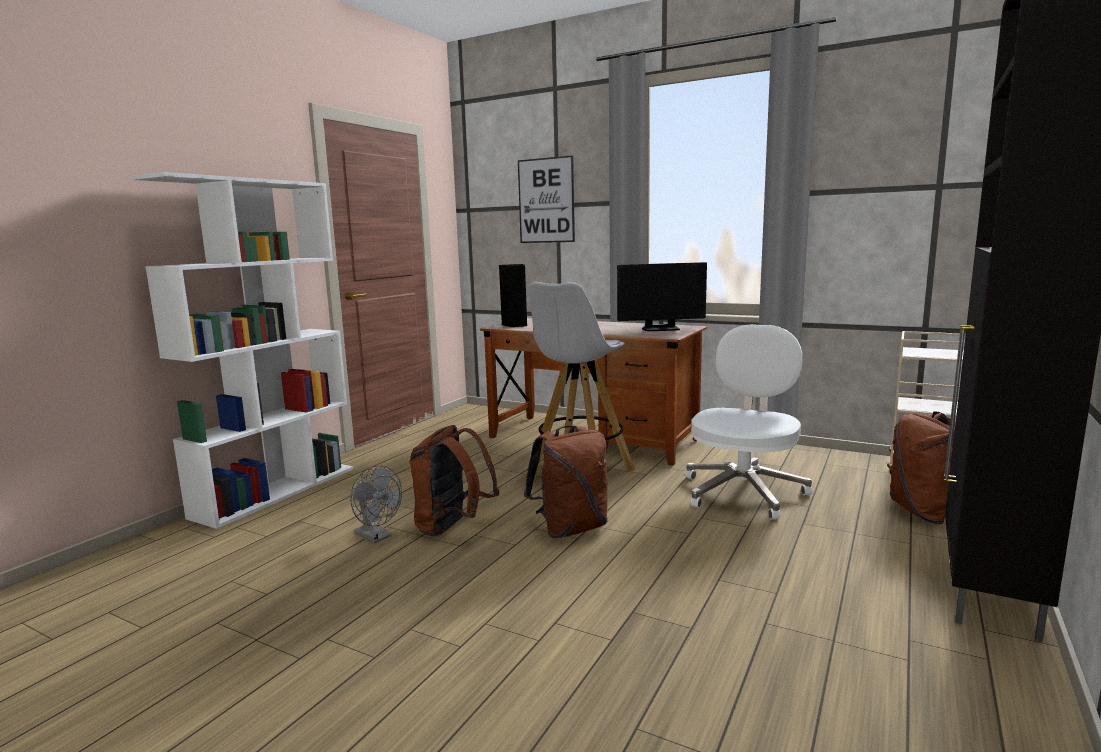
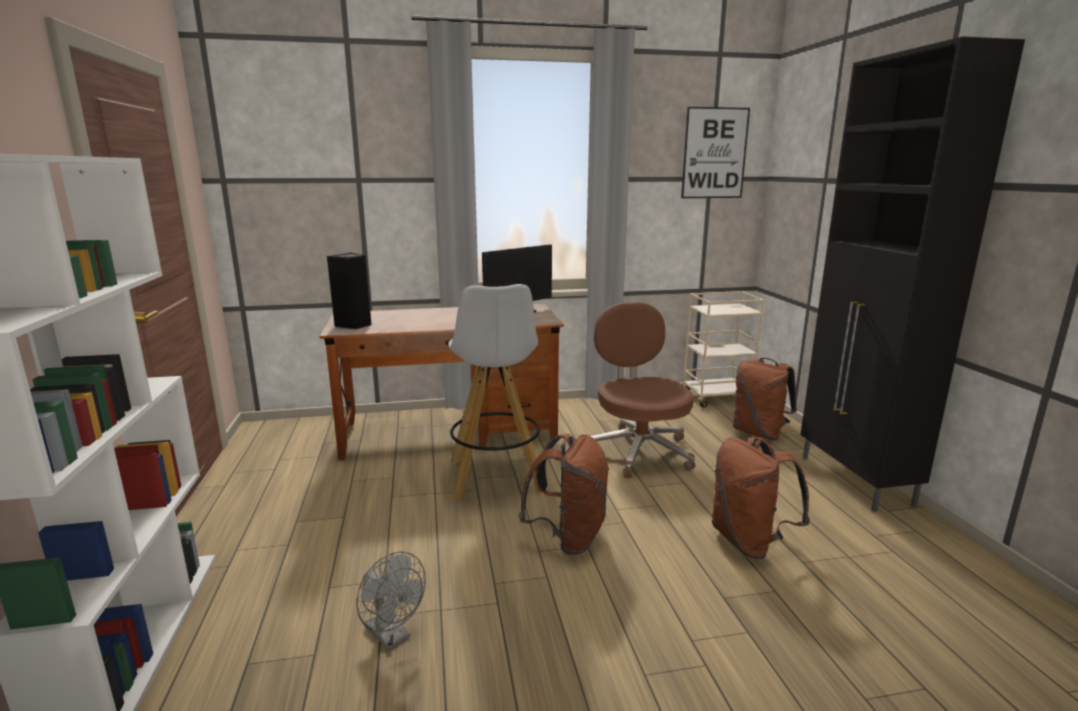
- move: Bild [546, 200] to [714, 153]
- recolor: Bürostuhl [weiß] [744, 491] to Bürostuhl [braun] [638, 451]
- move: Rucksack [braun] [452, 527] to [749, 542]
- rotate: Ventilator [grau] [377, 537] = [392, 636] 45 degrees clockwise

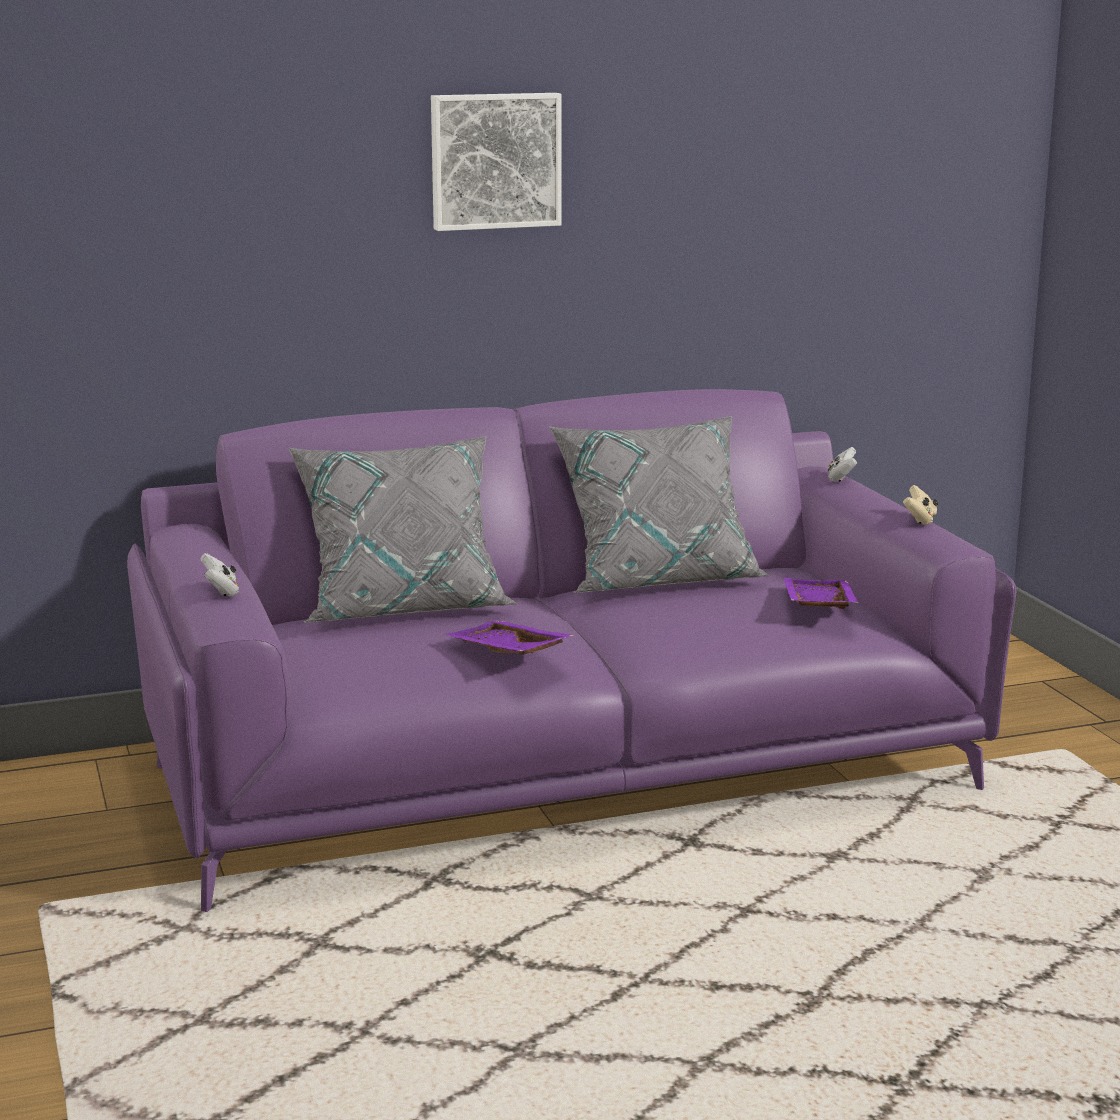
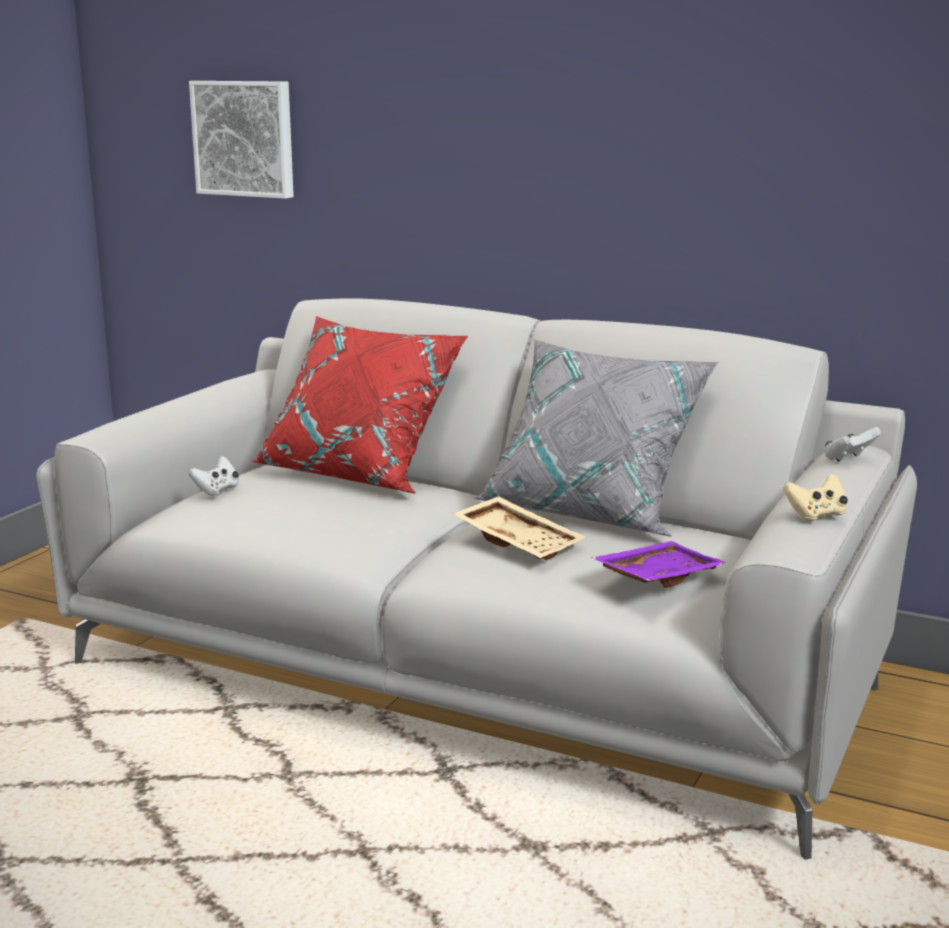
- move: Bild [495, 160] to [245, 138]
- recolor: Sofa [lila] [562, 771] to Sofa [grau] [478, 670]
- recolor: Kissen [grau] [403, 606] to Kissen [rot] [359, 473]
- move: Gamepad [weiß] [221, 592] to [216, 490]
- delete: Tablett [lila] [506, 653]
- insert: Tablett [beige] [520, 542]

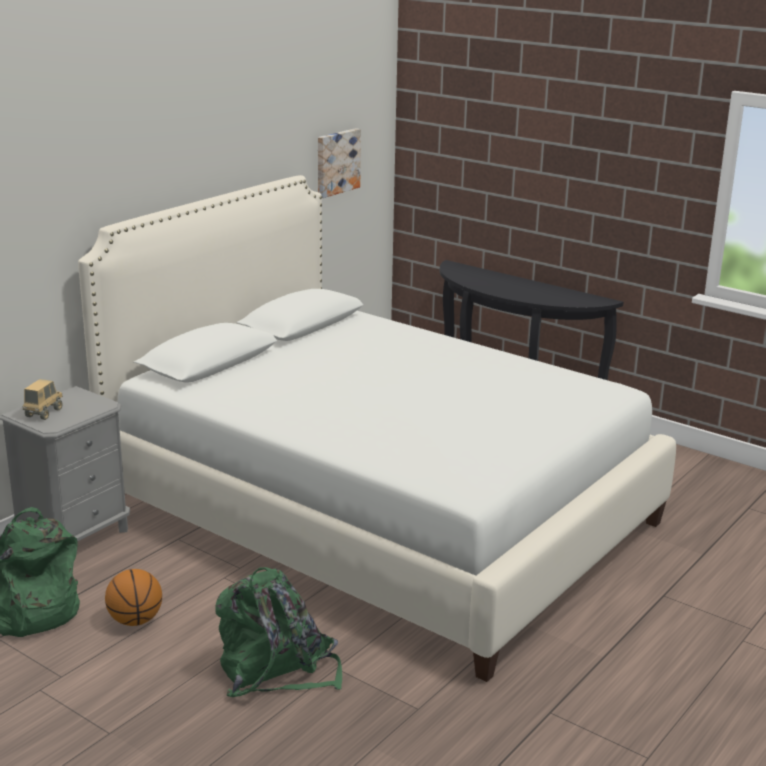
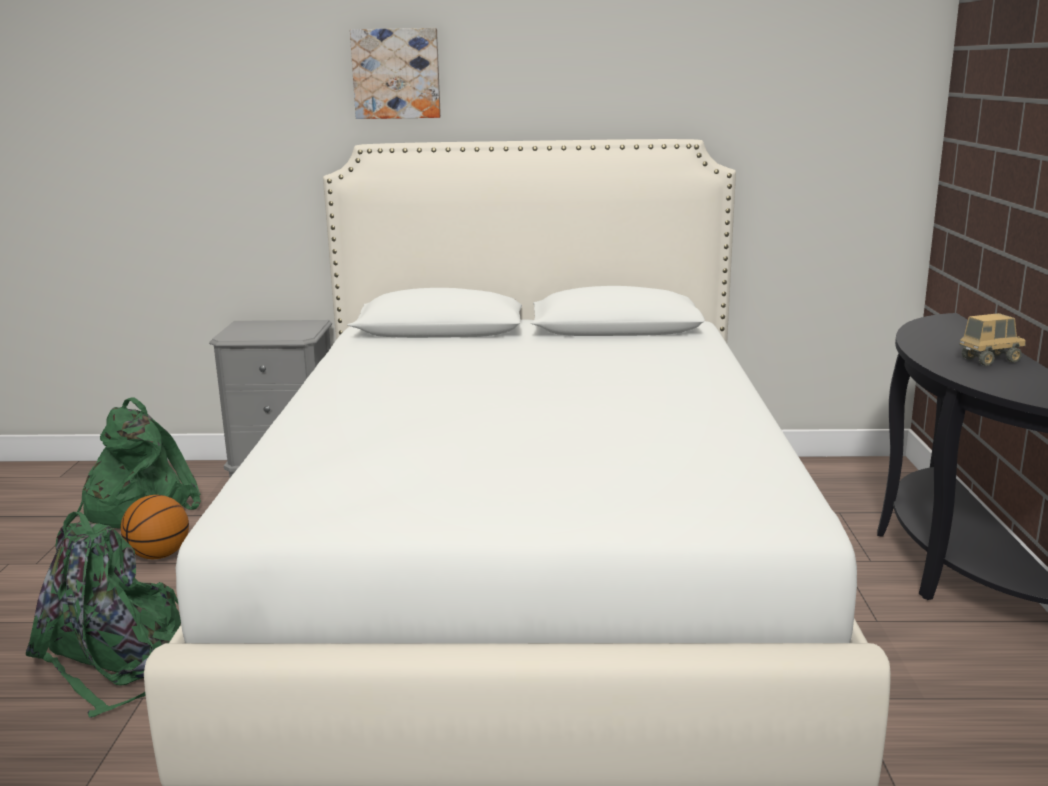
- move: Bild [336, 162] to [396, 74]
- move: Spielzeuglaster [44, 413] to [989, 360]

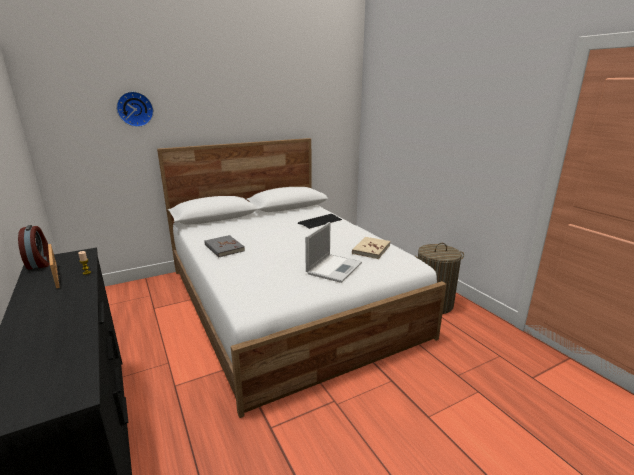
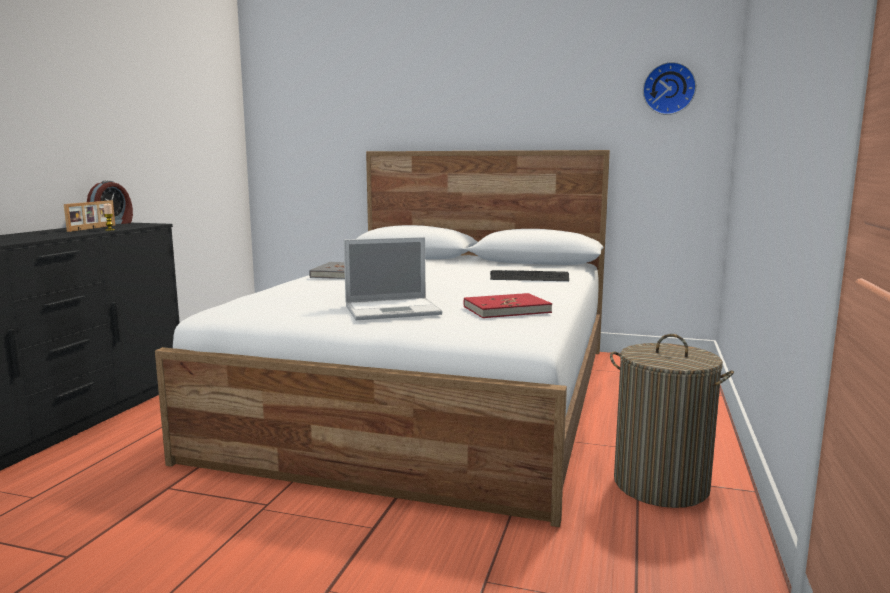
- move: Wanduhr [135, 109] to [669, 89]
- recolor: Buch [beige] [371, 249] to Buch [rot] [506, 309]

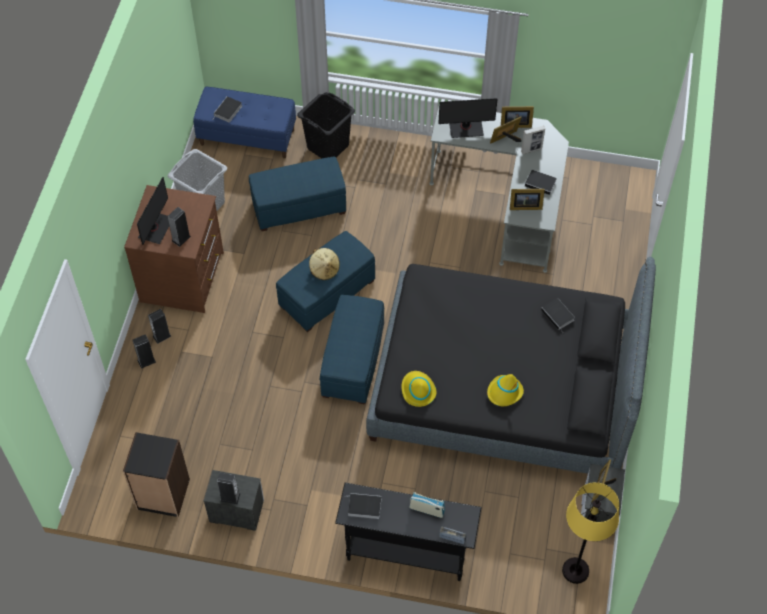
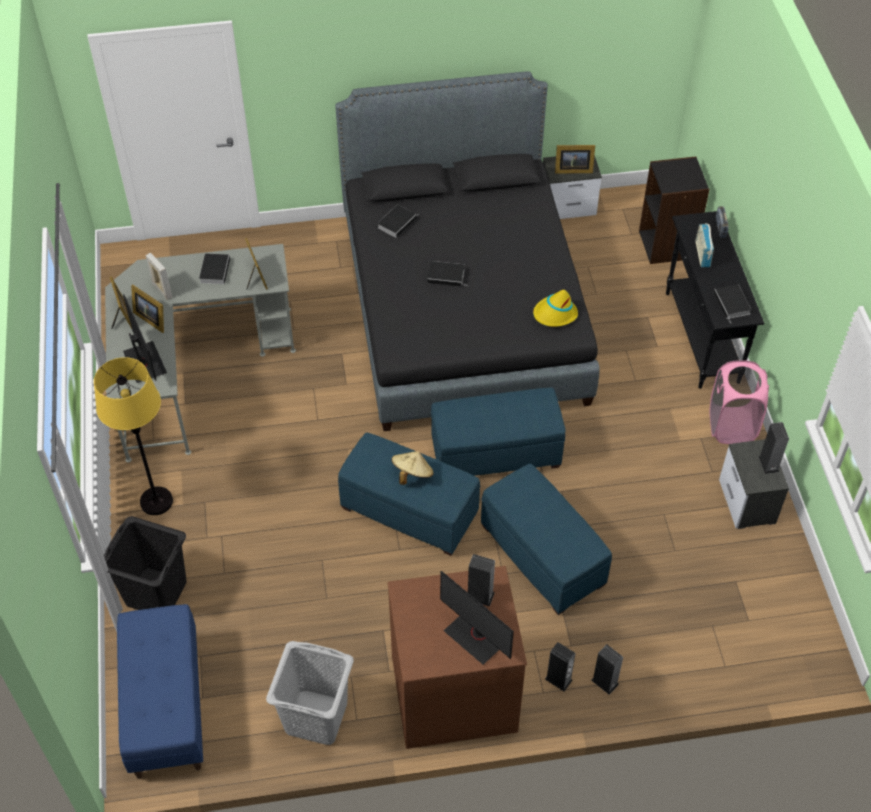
- move: Buch [228, 111] to [447, 276]
- move: Polsterhocker [blau] [299, 207] to [541, 556]
- rotate: Monitor [155, 228] = [476, 636] 135 degrees counterclockwise
- delete: Hut [gelb] [504, 392]
- move: Bücherregal [schwarz] [163, 495] to [667, 244]
- move: Stehlampe [gelb] [575, 570] to [156, 501]
- insert: Wäschekorb [rosa] [731, 425]

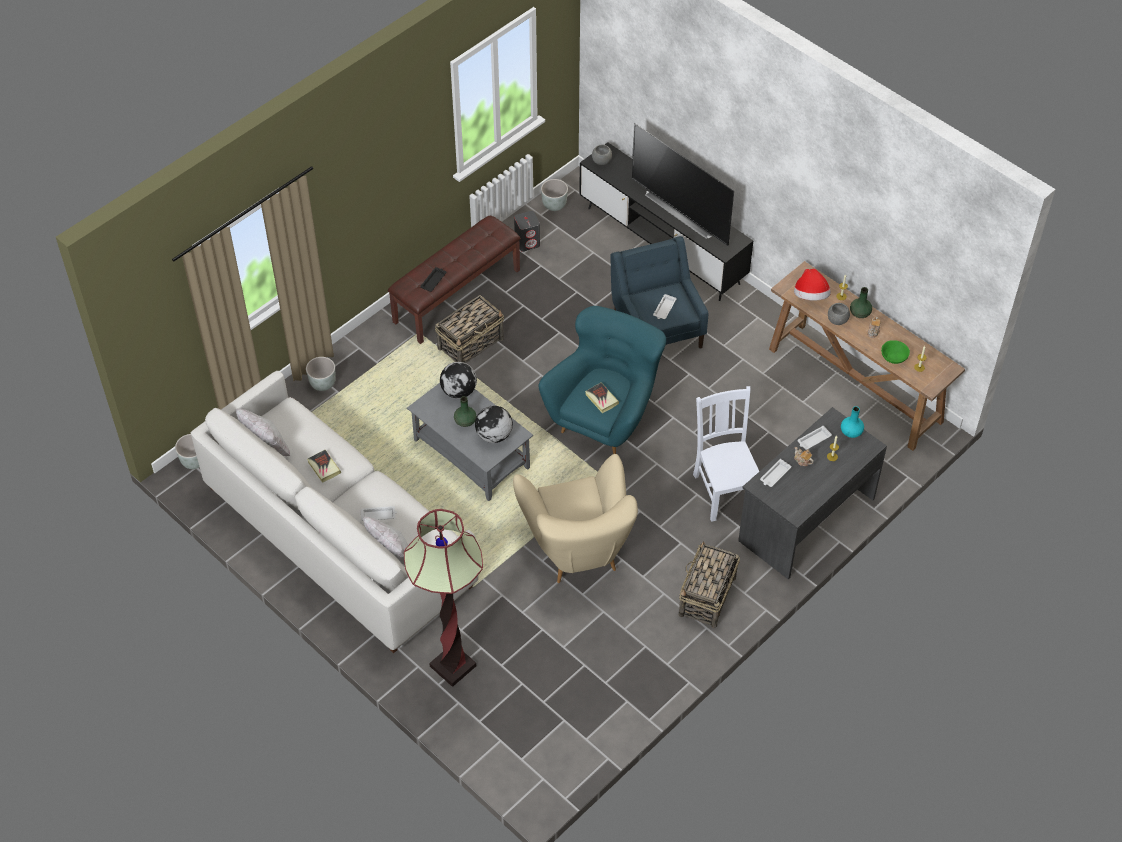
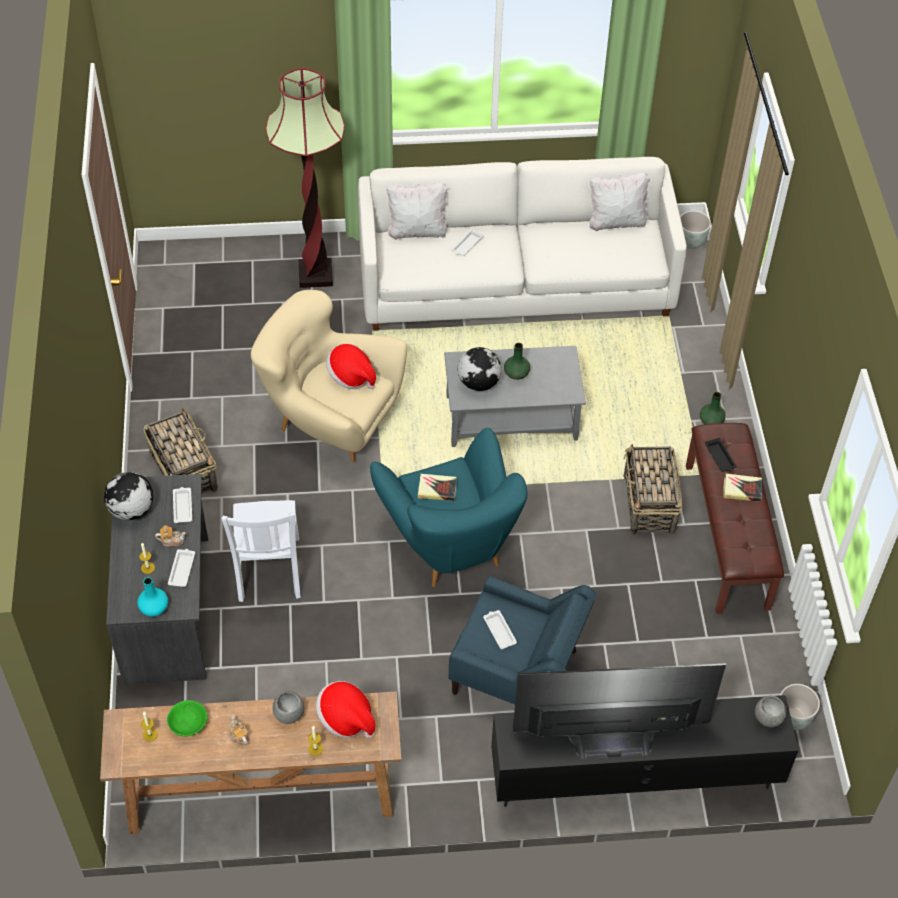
- delete: Lautsprecher [grau] [527, 242]
- move: Vase [grün] [859, 313] to [711, 421]
- delete: Pflanzkübel [grau] [322, 384]
- move: Globus [459, 391] to [131, 510]
- rotate: Stuhl [weiß] [724, 490] = [269, 571] 60 degrees clockwise
- move: Buch [324, 467] to [742, 489]
- insert: Hut [351, 376]

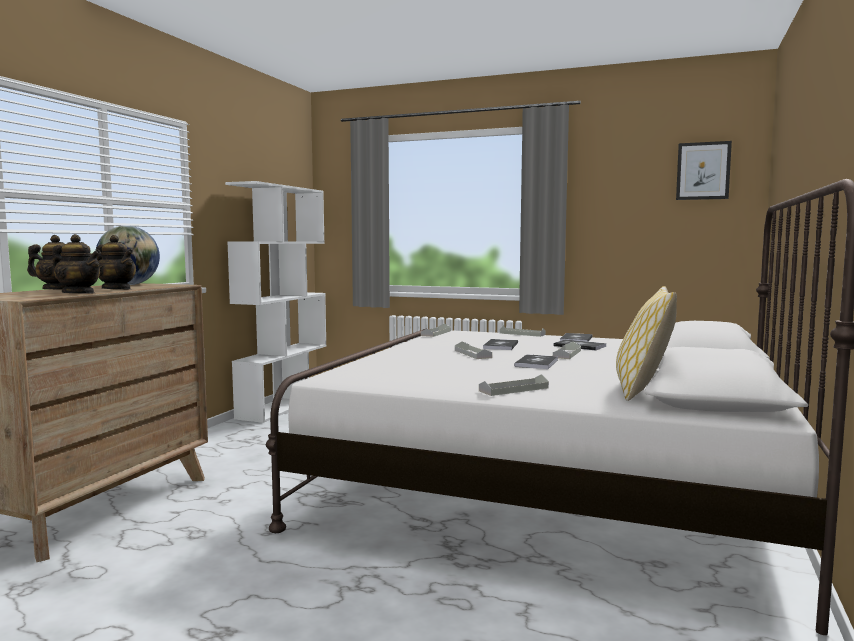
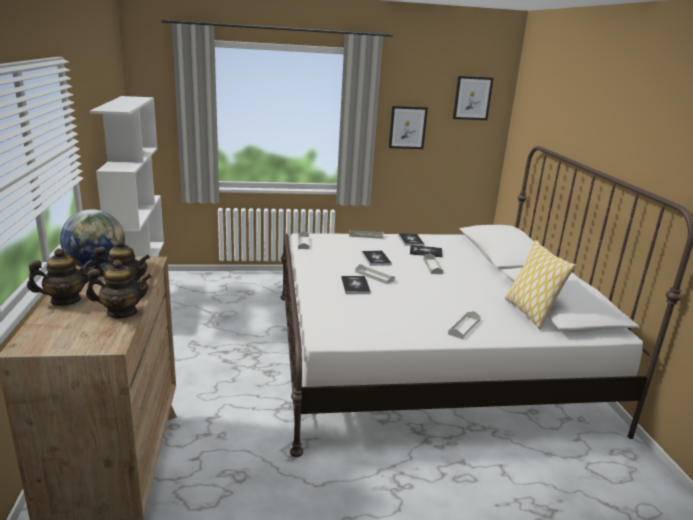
- move: Buch [536, 363] to [355, 286]
- insert: Bild [407, 127]

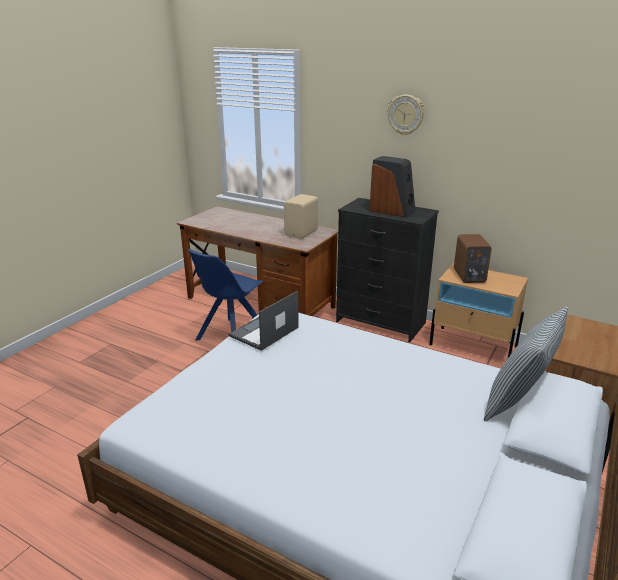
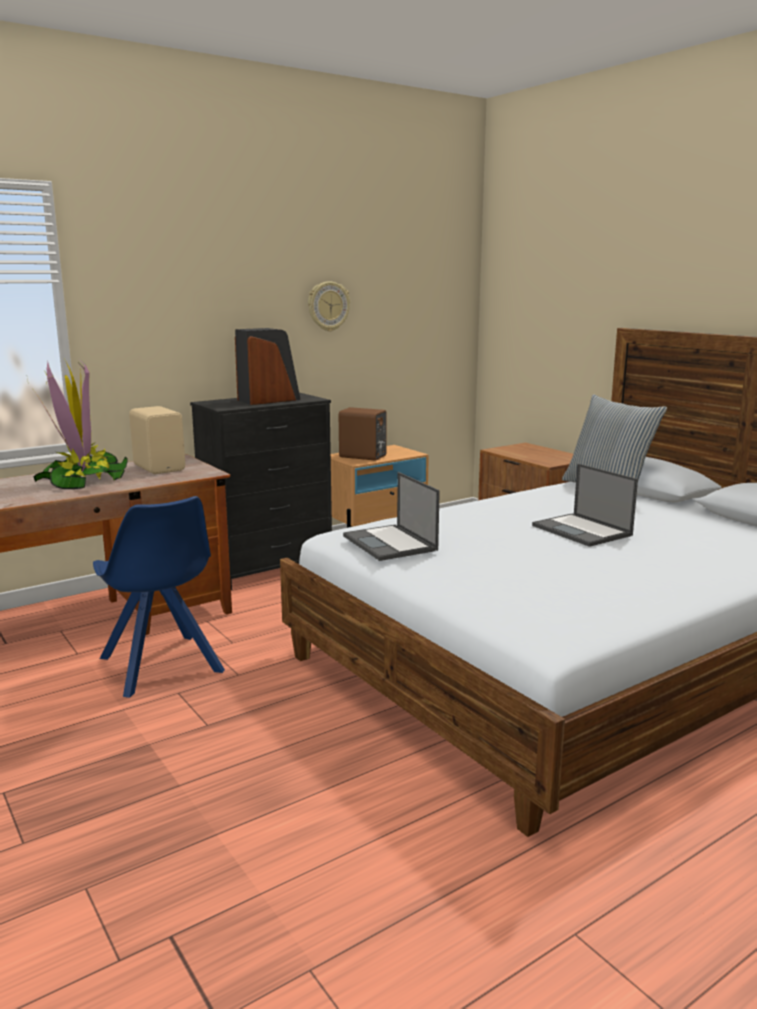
- move: Wanduhr [405, 114] to [328, 306]
- insert: Topfpflanze [82, 480]
- insert: Laptop [583, 531]

